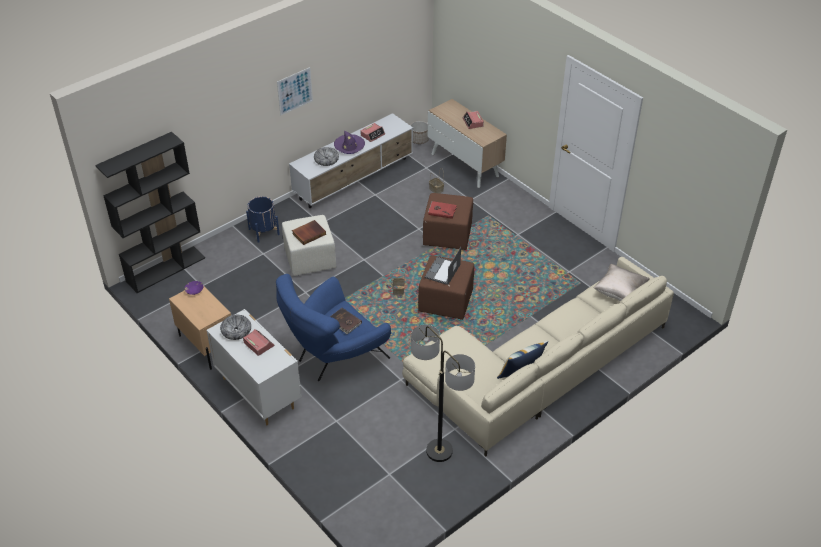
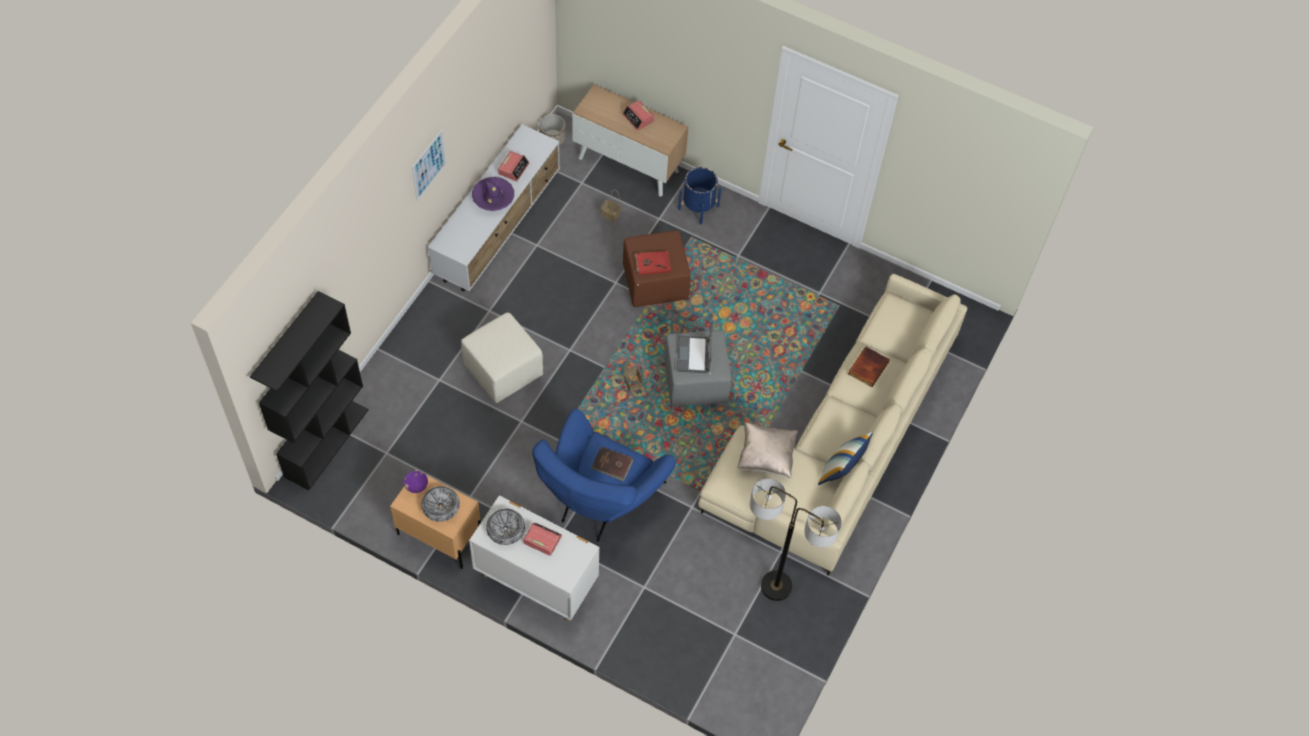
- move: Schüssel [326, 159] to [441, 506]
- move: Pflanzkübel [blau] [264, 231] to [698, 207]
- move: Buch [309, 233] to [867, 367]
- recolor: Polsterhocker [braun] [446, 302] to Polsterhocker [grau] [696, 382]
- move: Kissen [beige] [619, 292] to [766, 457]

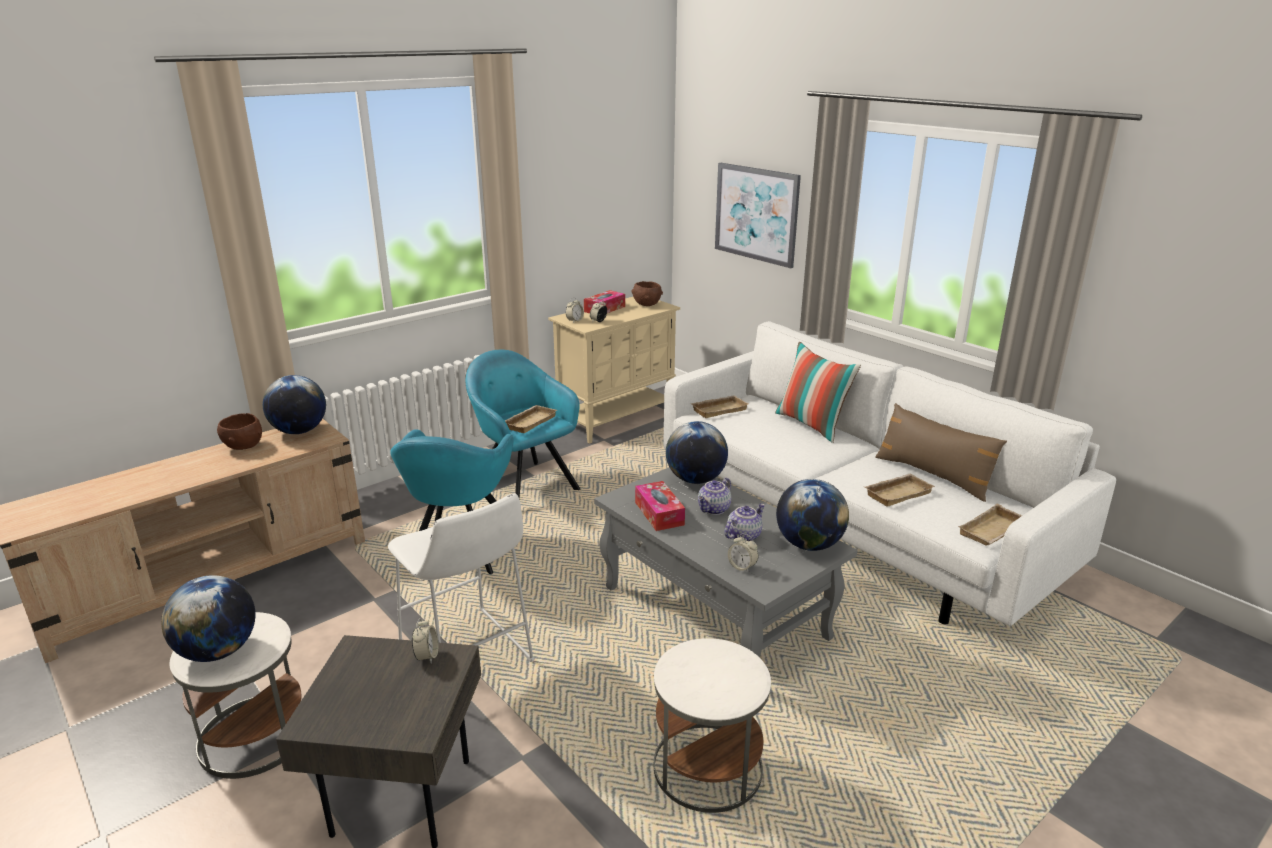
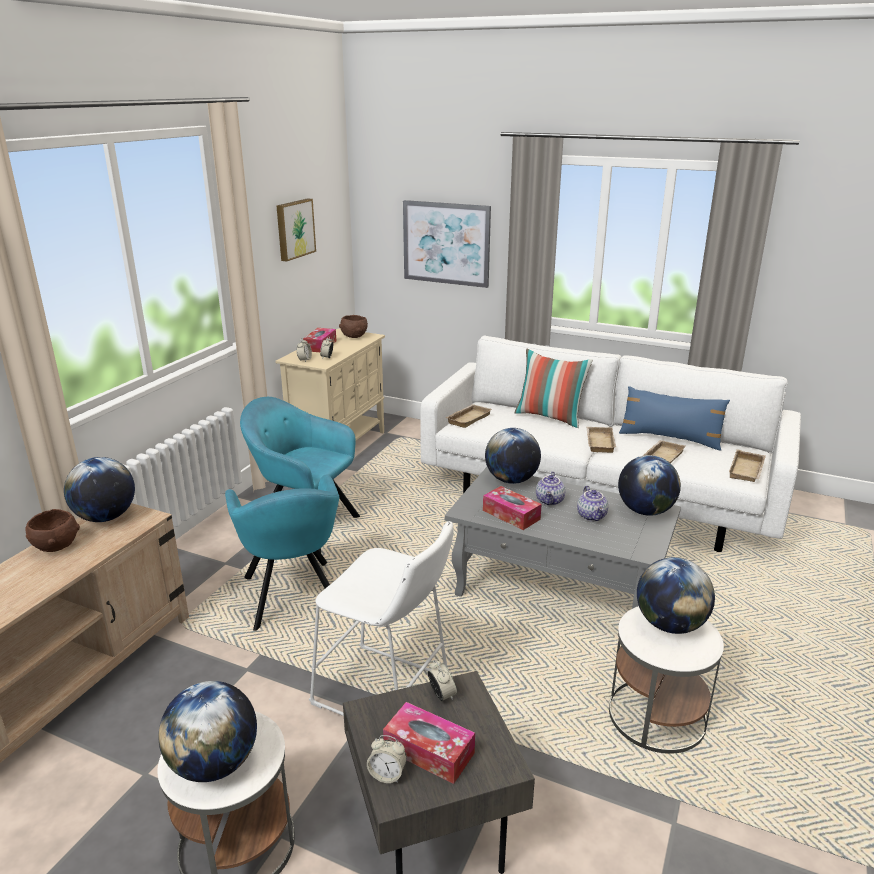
- recolor: Kissen [braun] [933, 475] to Kissen [blau] [670, 438]
- move: Tablett [beige] [529, 422] to [598, 442]
- rotate: Teekanne [743, 535] = [592, 516] 150 degrees clockwise
- move: Wecker [742, 567] to [387, 775]
- insert: Bild [294, 229]
- insert: Globus [670, 625]
- insert: Taschentuchbox [429, 751]

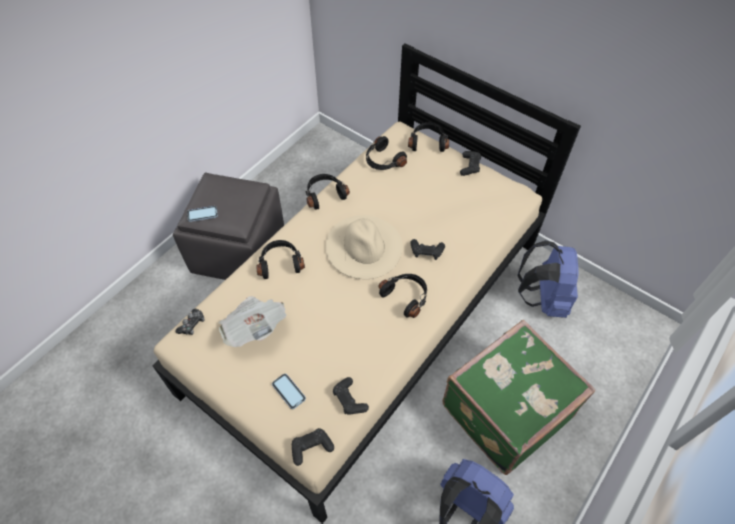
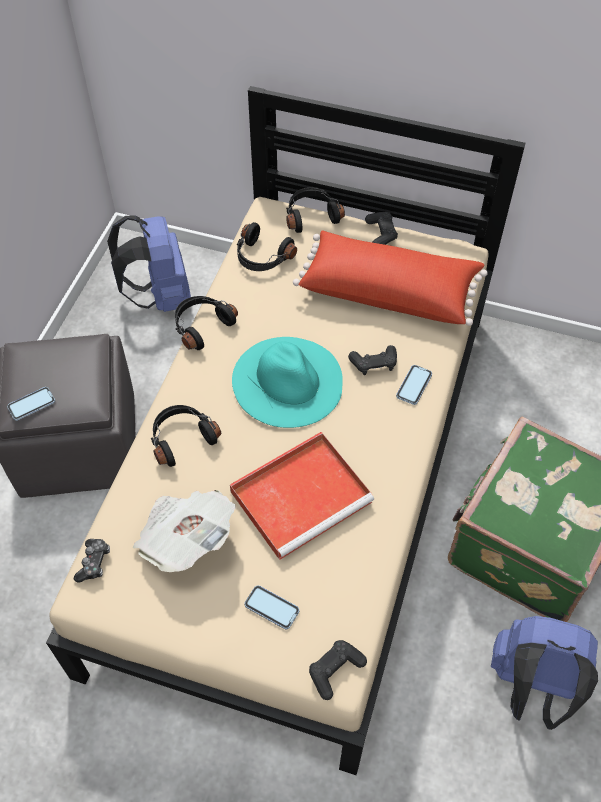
- recolor: Hut [beige] [364, 246] to Hut [türkis] [288, 381]
- move: Rucksack [blau] [543, 298] to [160, 296]
- delete: Kopfhörer [schwarz] [406, 296]
- delete: Gamepad [schwarz] [349, 399]
- insert: Kissen [rot] [389, 291]
- insert: Handy [414, 385]
- insert: Tablett [rot] [302, 495]

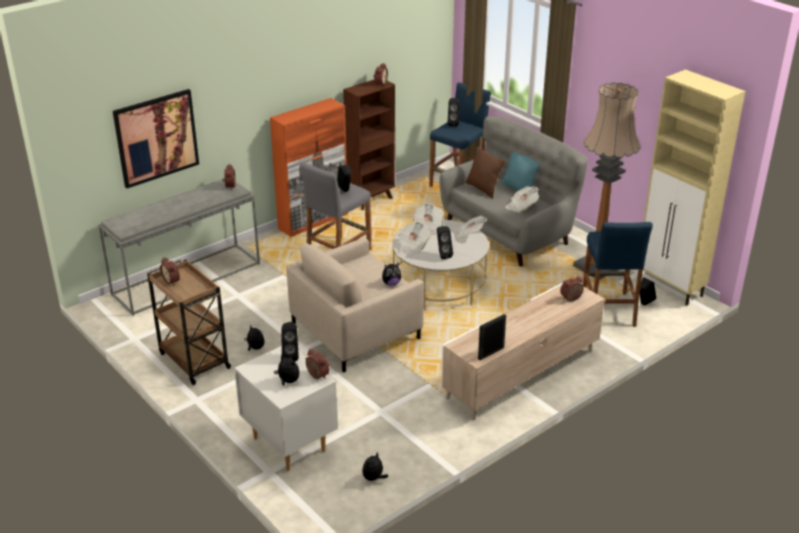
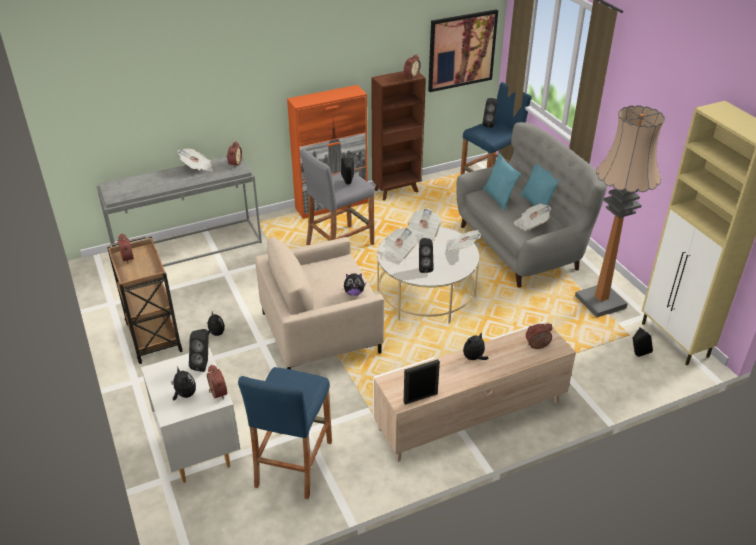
- move: Bild [156, 138] to [461, 50]
- recolor: Kissen [braun] [483, 189] to Kissen [türkis] [498, 199]
- move: Hocker [blau] [608, 309] to [293, 463]
- move: Plüschtier [373, 478] to [474, 358]
- insert: Zeitung [197, 168]

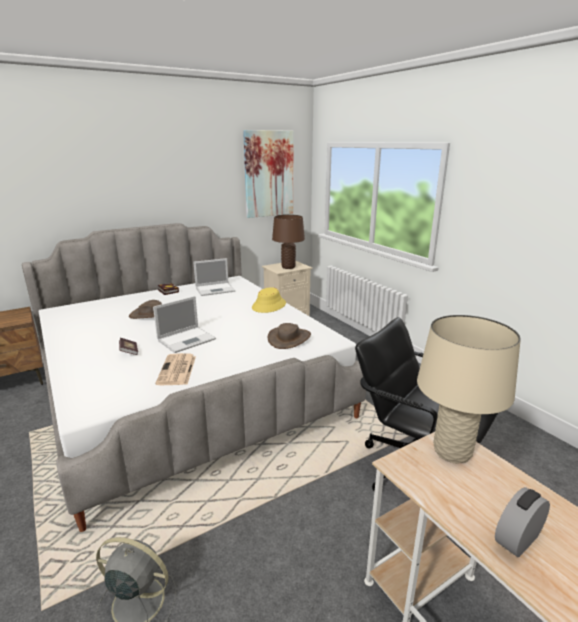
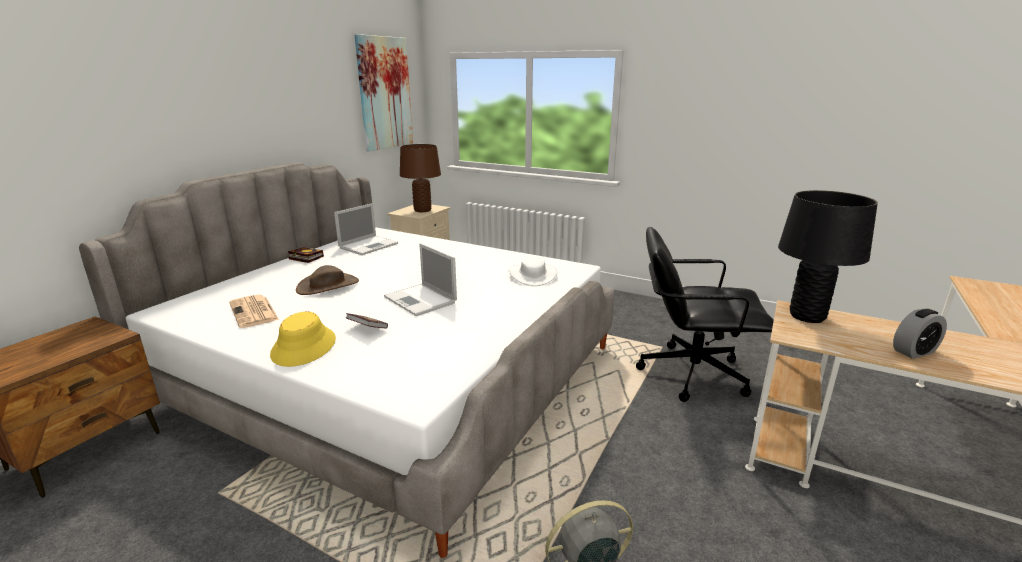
- move: Hut [gelb] [269, 305] to [304, 347]
- rotate: Laptop [187, 339] = [421, 300] 120 degrees clockwise
- recolor: Tischlampe [beige] [452, 452] to Tischlampe [schwarz] [806, 316]
- recolor: Hut [braun] [289, 338] to Hut [weiß] [532, 275]
- move: Zeitung [177, 370] to [254, 312]
- rotate: Wecker [517, 539] = [914, 351] 135 degrees counterclockwise

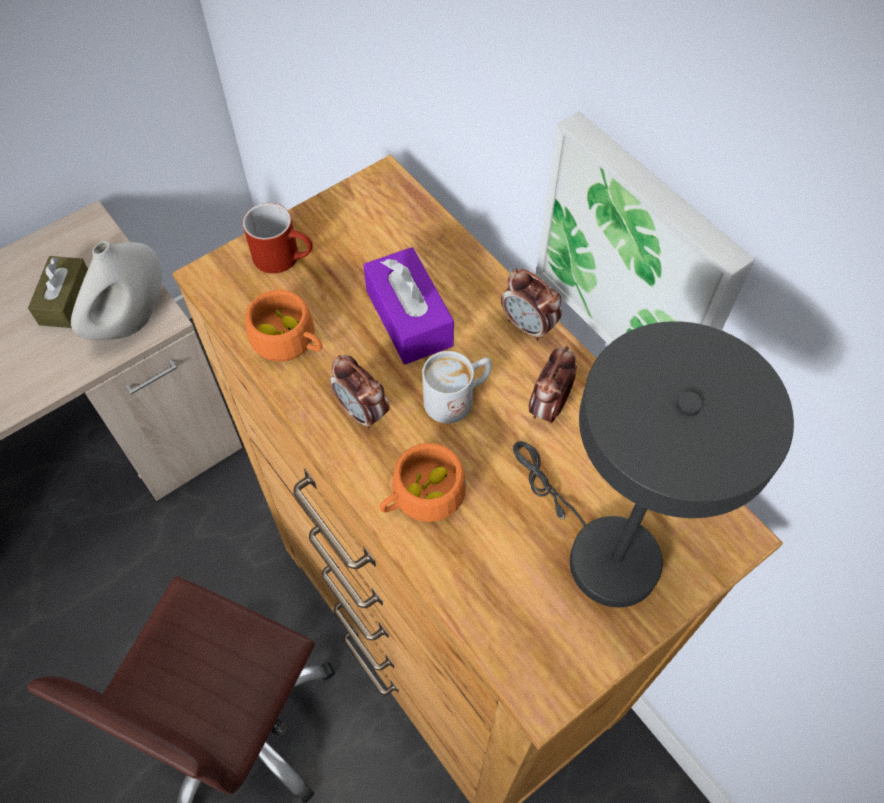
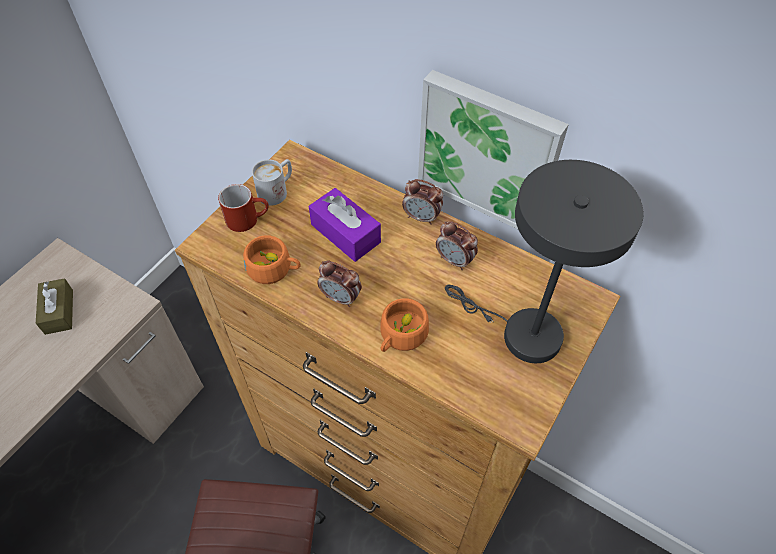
- delete: Vase [weiß] [131, 322]
- rotate: Wecker [549, 407] = [455, 260] 60 degrees counterclockwise
- move: Henkelbecher [weiß] [458, 397] to [277, 190]

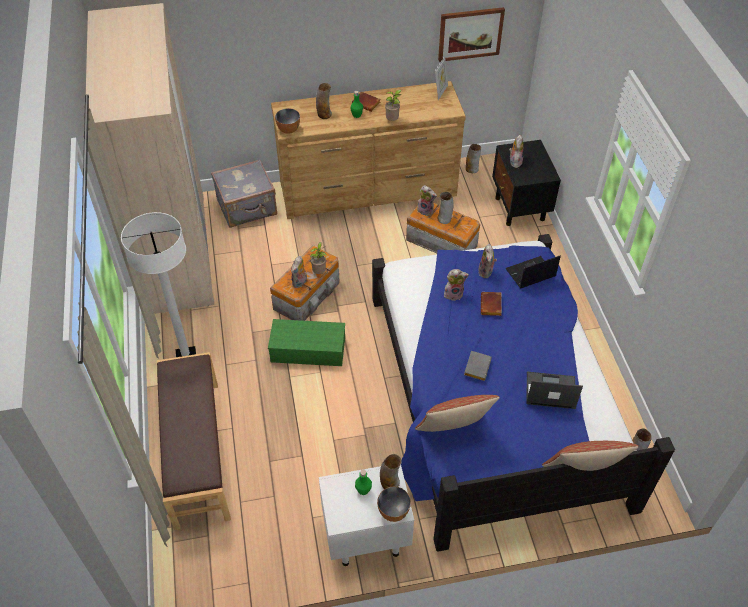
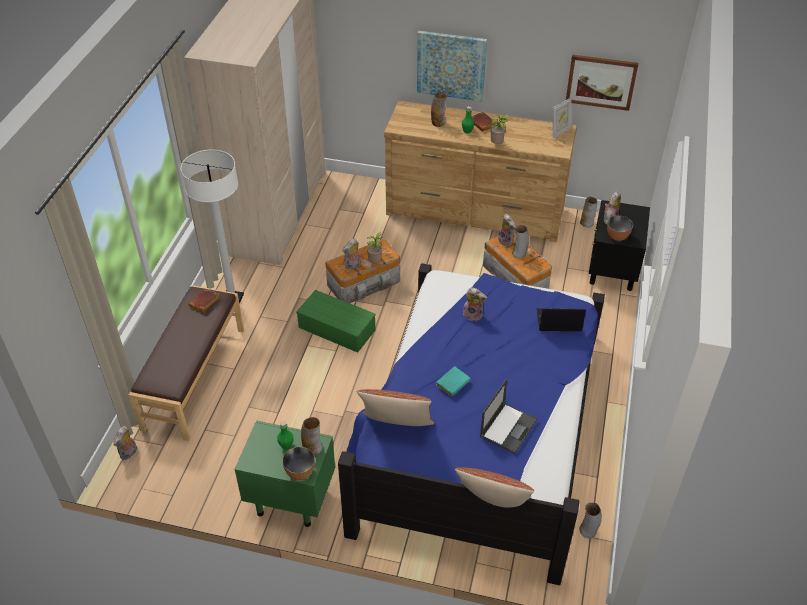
- move: Schüssel [288, 130] to [617, 237]
- delete: Koffer [grau] [247, 208]
- move: Plüschtier [486, 272] to [129, 453]
- move: Buch [braun] [491, 306] to [204, 303]
- recolor: Buch [grau] [476, 366] to Buch [türkis] [452, 382]
- rotate: Laptop [549, 390] = [508, 427] 90 degrees clockwise
- recolor: Nachttisch [weiß] [365, 536] to Nachttisch [grün] [290, 499]
- insert: Bild [451, 65]

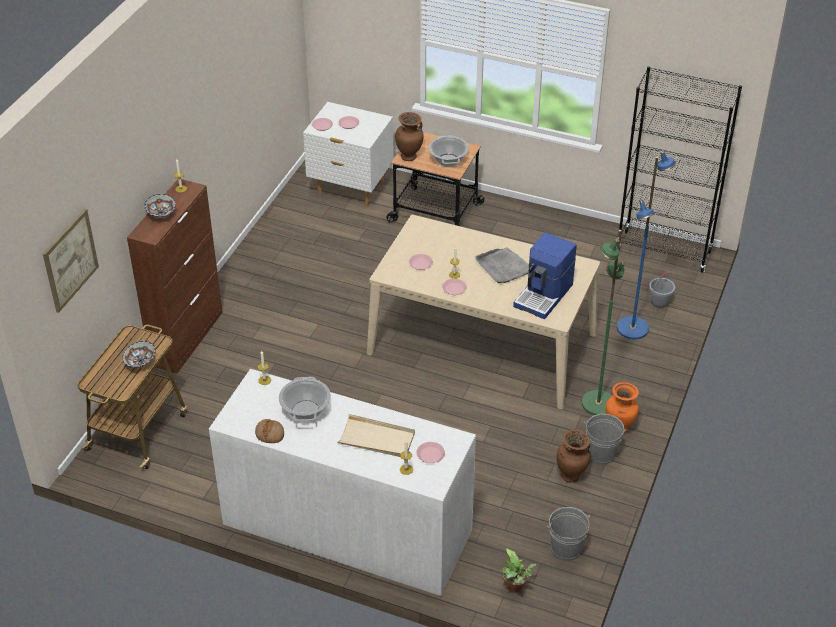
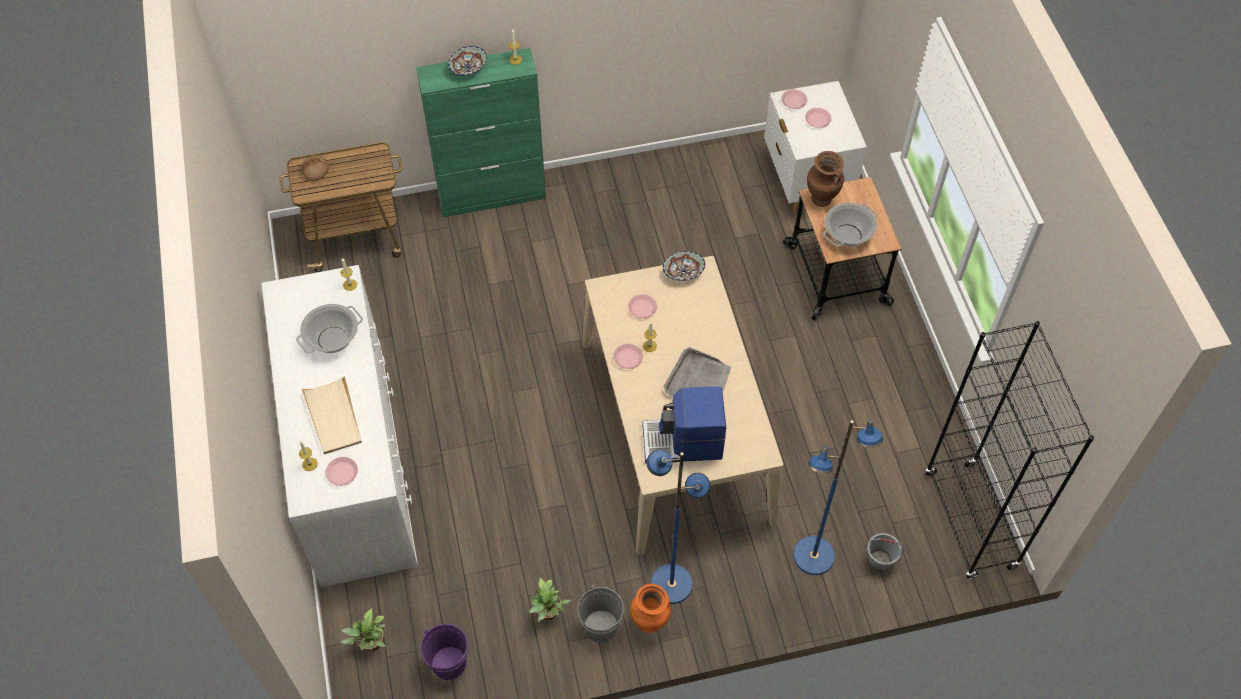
- recolor: Schrank [braun] [187, 338] to Schrank [grün] [492, 195]
- delete: Bild [70, 260]
- recolor: Stehlampe [grün] [597, 403] to Stehlampe [blau] [671, 583]
- move: Schüssel [141, 362] to [683, 273]
- move: Brot [270, 434] to [315, 170]
- replace: Vase [braun] [571, 476] to Topfpflanze [548, 615]
- recolor: Eimer [grau] [566, 549] to Eimer [lila] [449, 663]

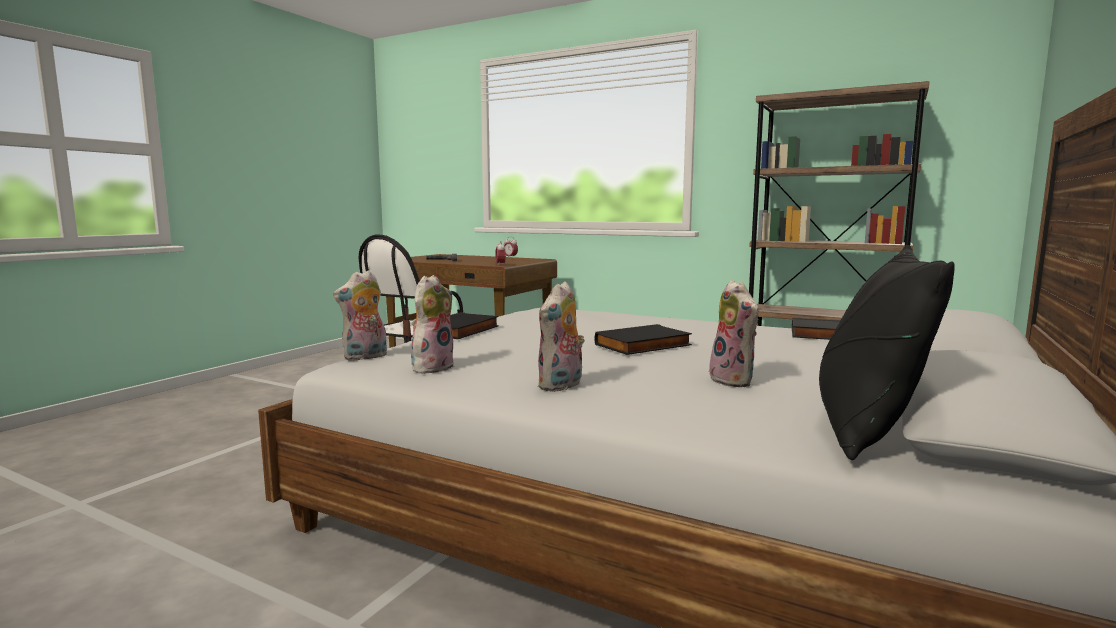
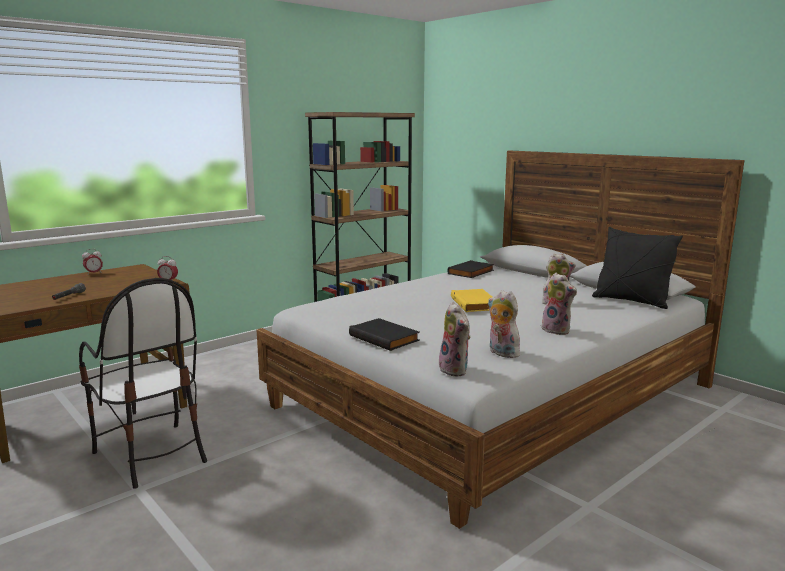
- recolor: Buch [schwarz] [643, 345] to Buch [gelb] [475, 304]

